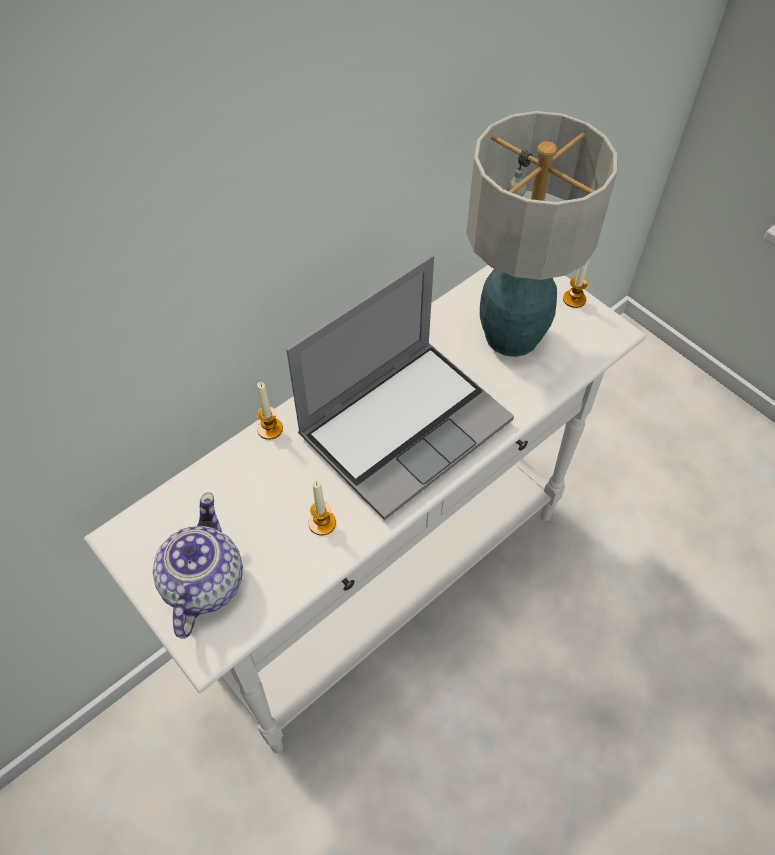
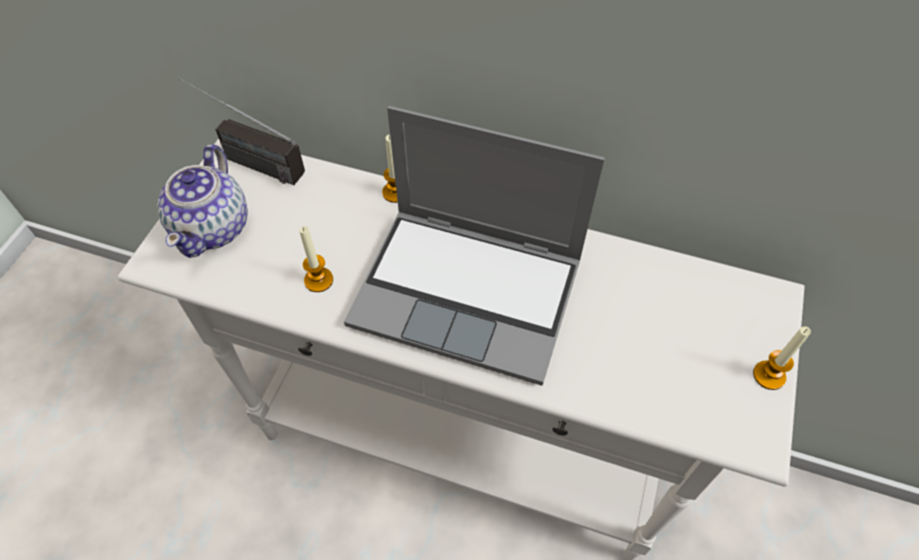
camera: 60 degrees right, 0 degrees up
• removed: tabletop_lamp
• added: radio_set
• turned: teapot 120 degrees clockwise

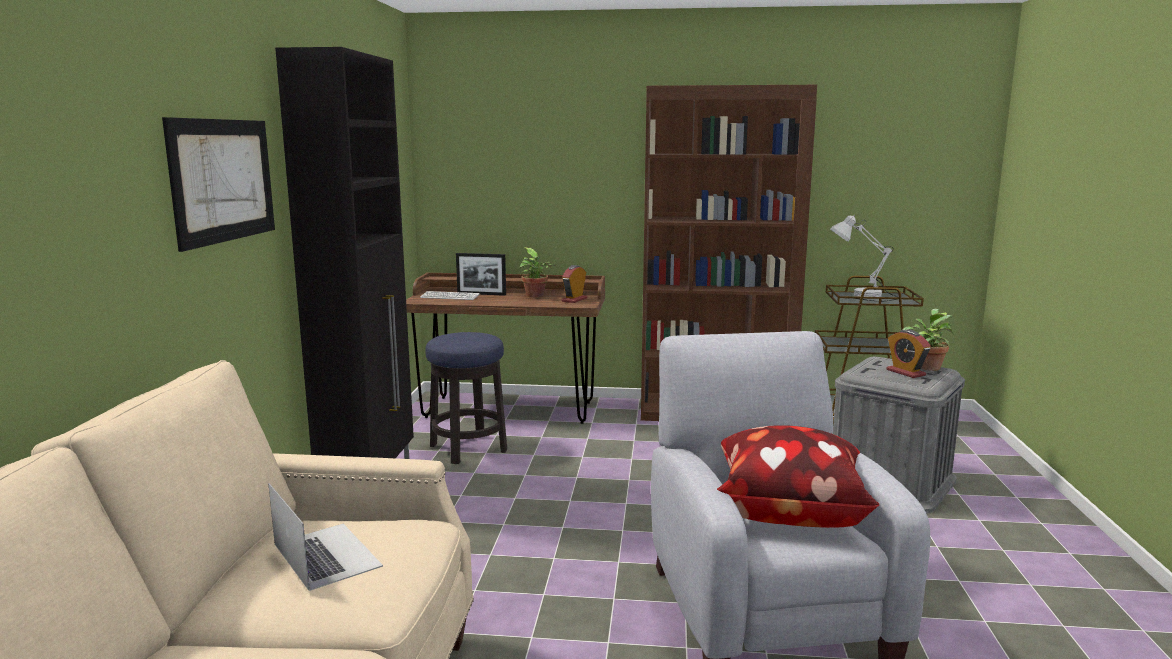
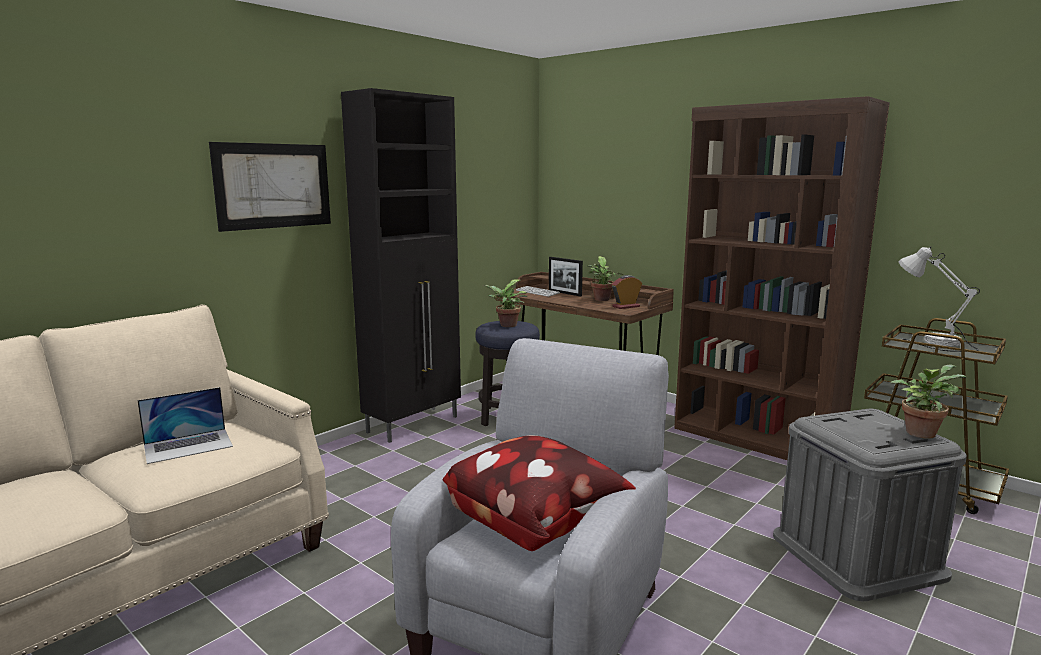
camera: 35 degrees right, 0 degrees up
• removed: table_clock (2nd from left)
• added: plant_in_a_pot (1st from left)
• turned: notebook_computer 60 degrees clockwise

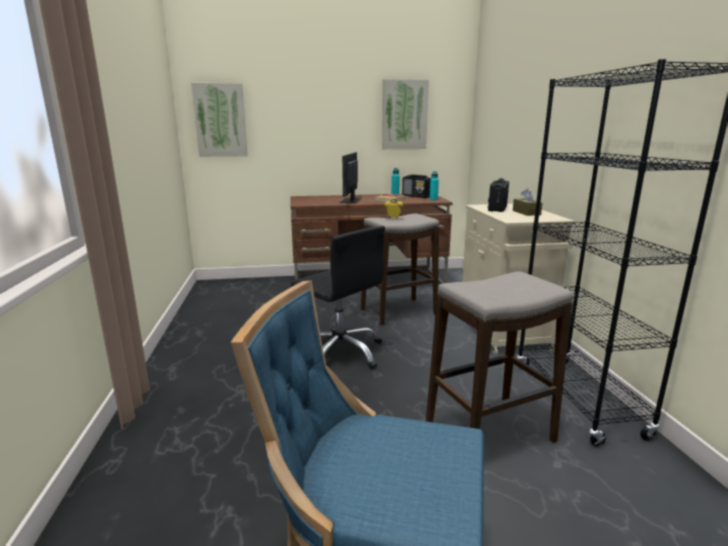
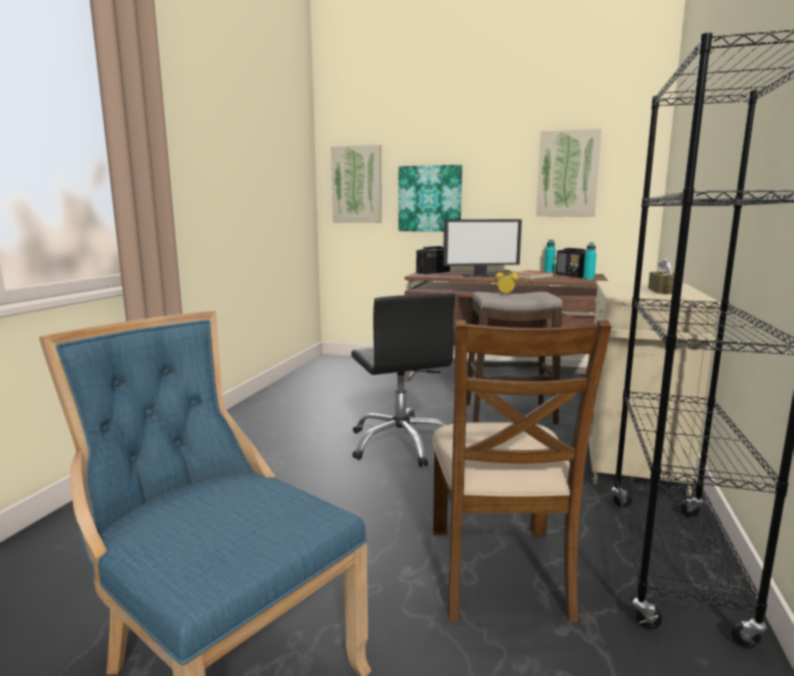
camera: 25 degrees right, 5 degrees down
• added: wall_art (2nd from left)
• moved: radio_set (2nd from left in the first image) to radio_set (1st from left)
• replaced: stool (2nd from left) to brown-coloured_plain_chair
• turned: computer_screen 135 degrees counterclockwise

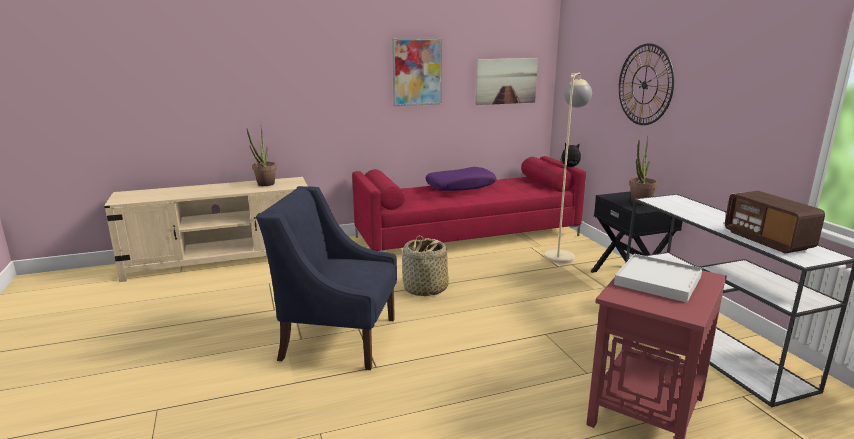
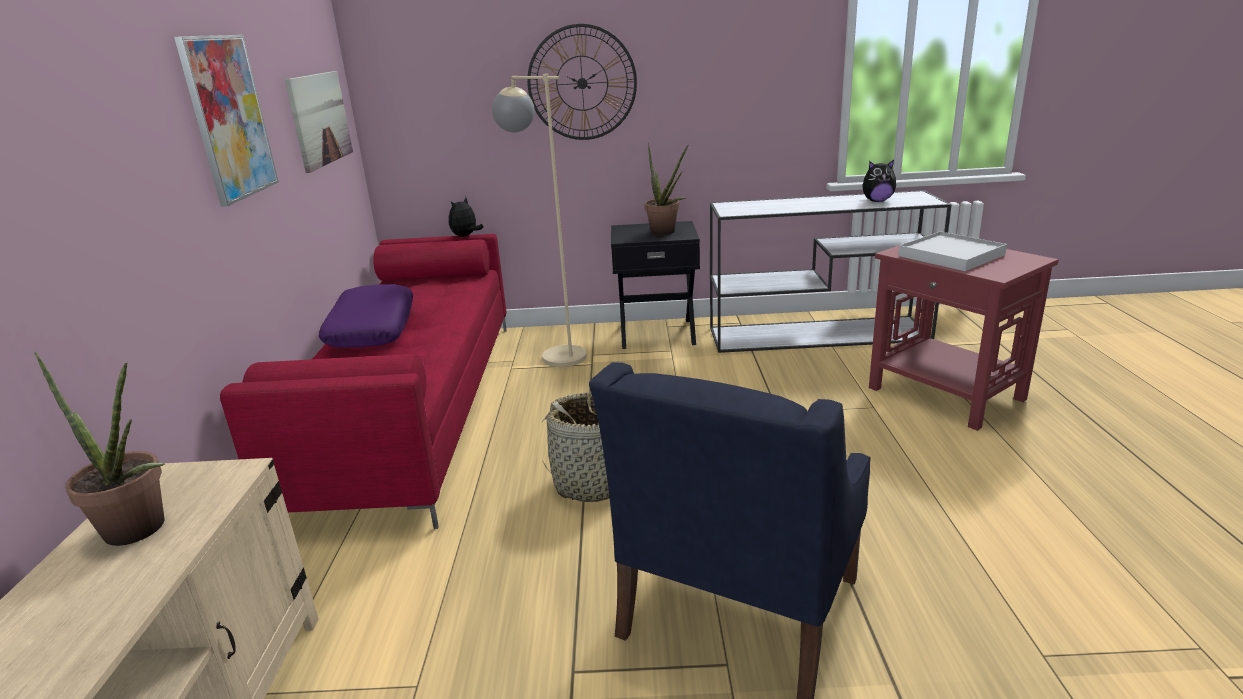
camera: 70 degrees left, 5 degrees up
• replaced: radio_set to cuddly_toy (2nd from left)

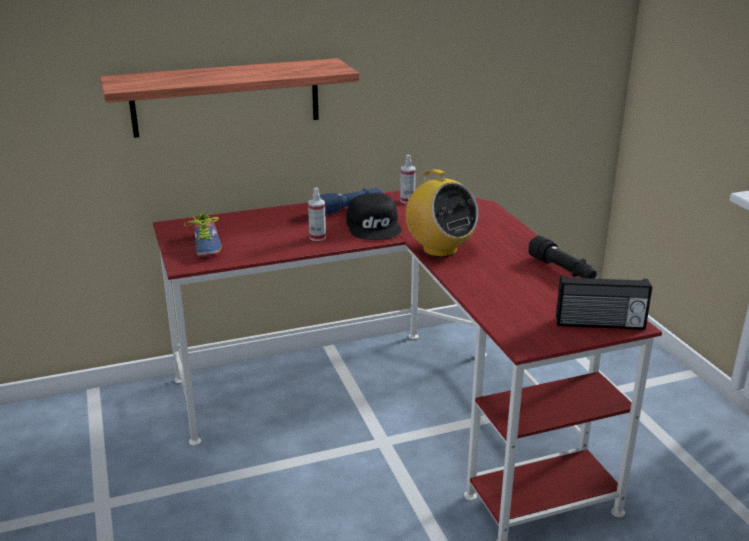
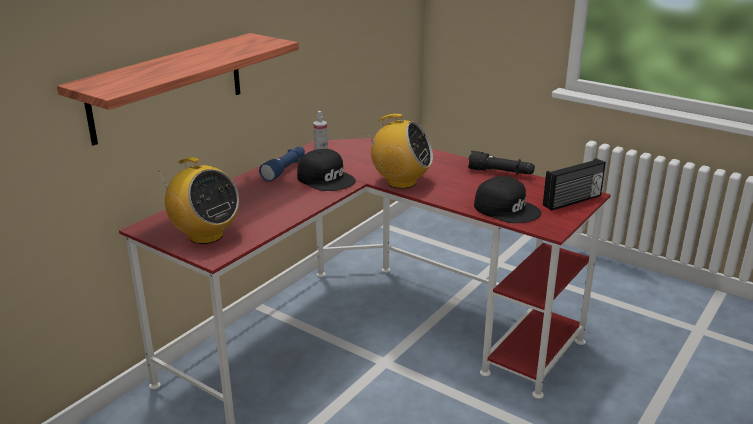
camera: 35 degrees left, 0 degrees up
• removed: hand_sprayer (1st from left)
• added: black_cap (2nd from left)
• replaced: low_shoe to radio_set (1st from left)

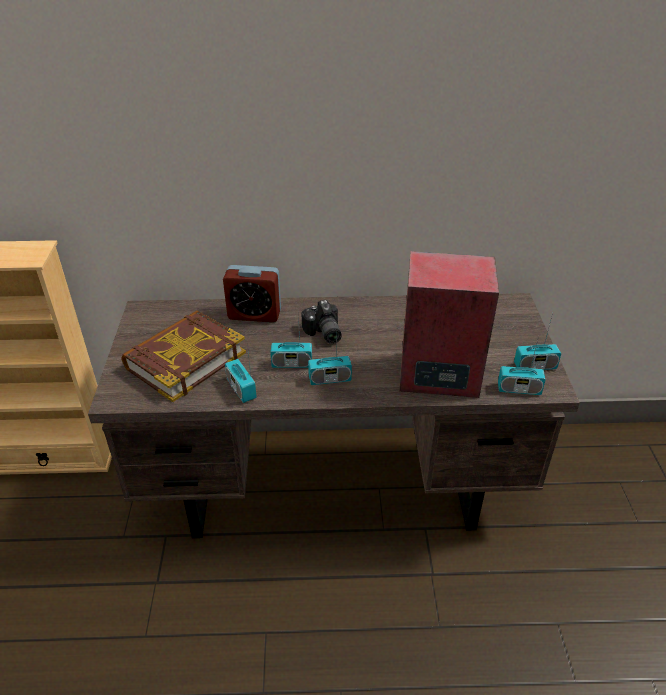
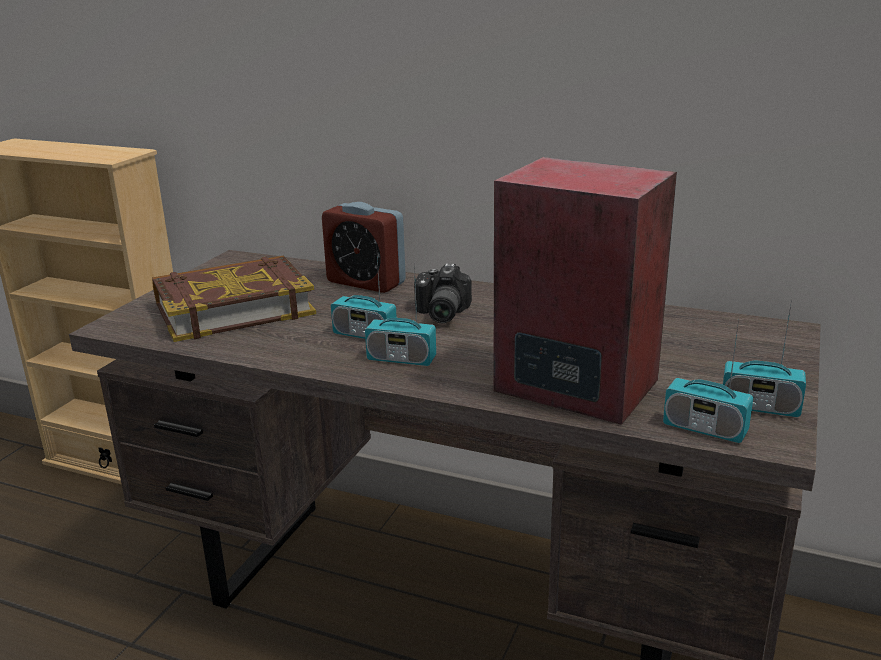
camera: 25 degrees right, 15 degrees down
• removed: radio_set (1st from left)

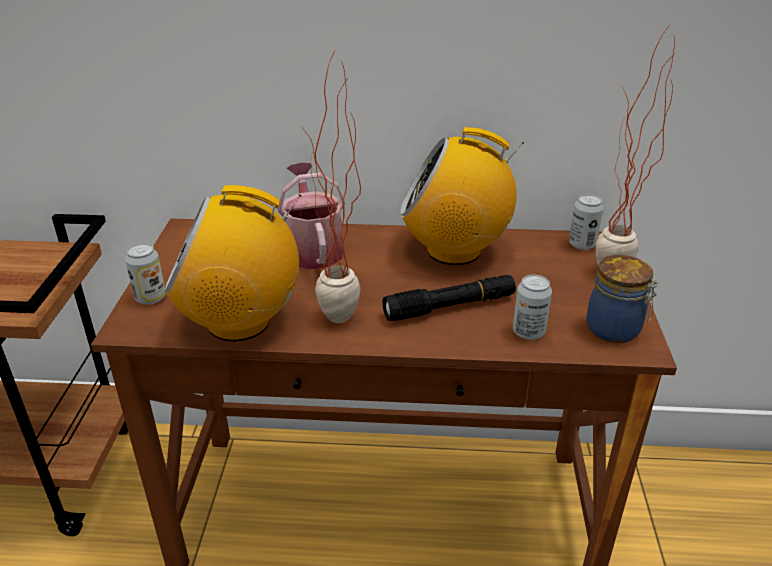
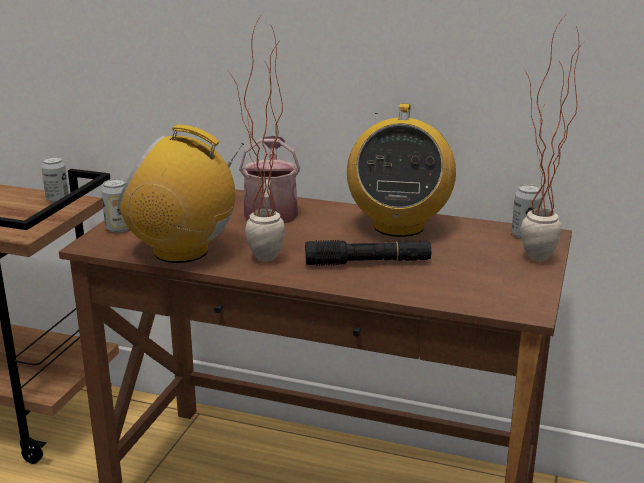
camera: 15 degrees right, 10 degrees down
• removed: storage_jar
• moved: metal_can (2nd from left in the first image) to metal_can (1st from left)
• turned: radio_set (2nd from left) 105 degrees counterclockwise

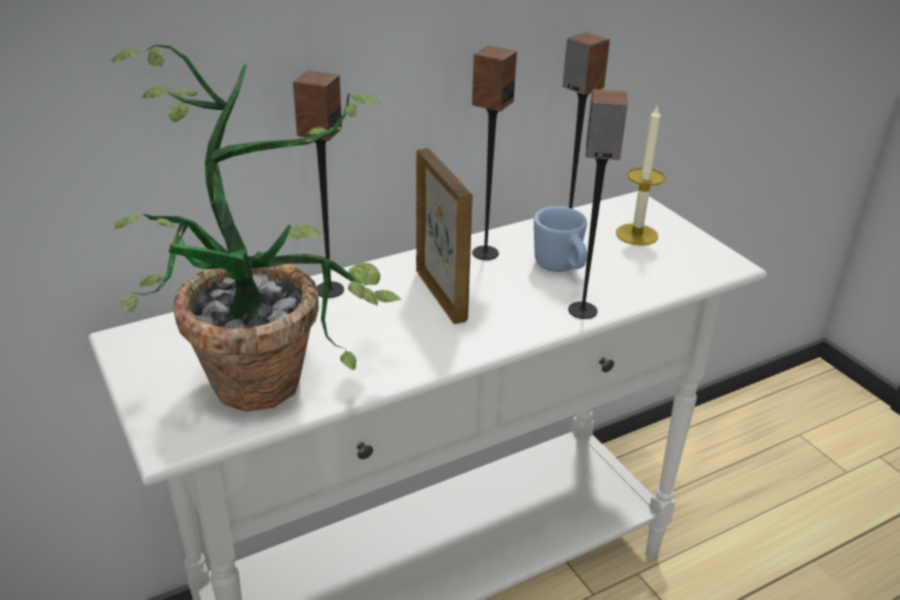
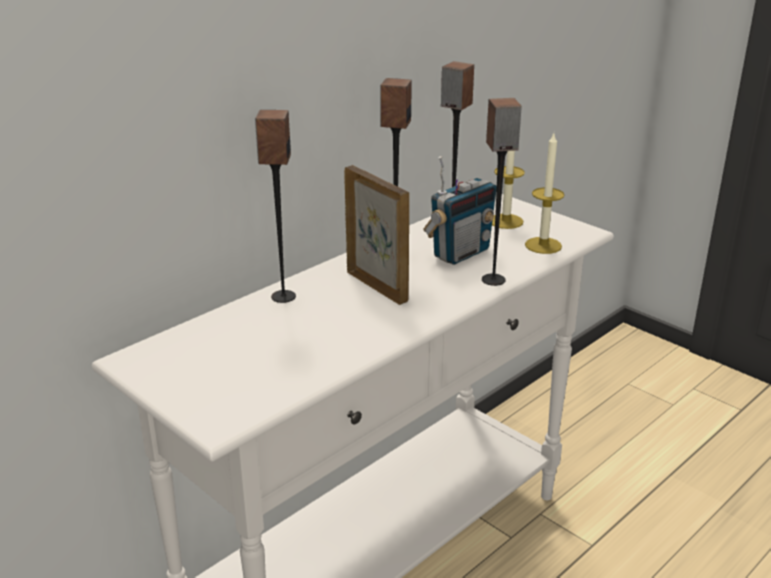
camera: 15 degrees left, 5 degrees down
• removed: plant_in_a_pot
• added: wax_light (2nd from left)
• replaced: blue_tea_mug to radio_set

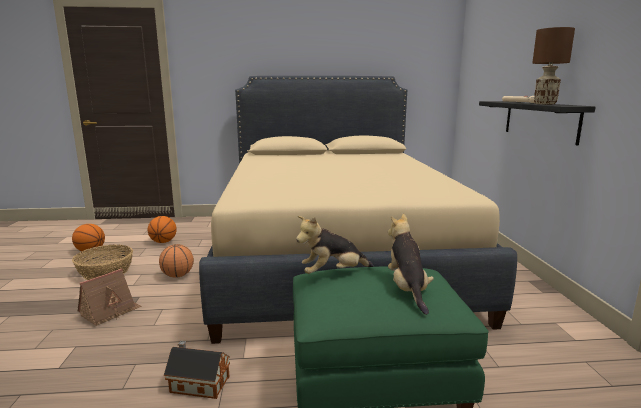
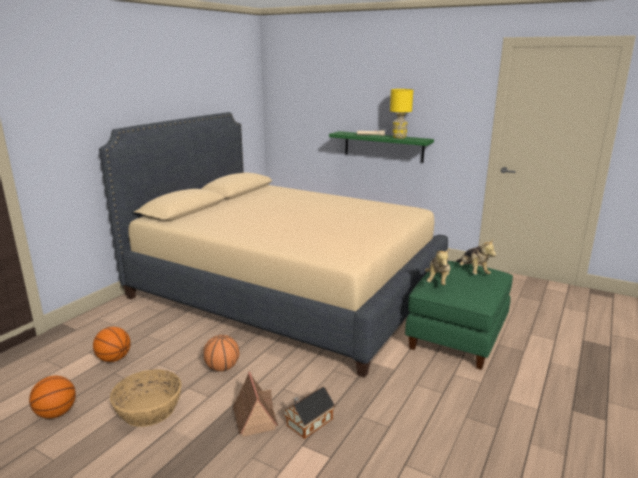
camera: 55 degrees left, 5 degrees up
• moved: toy_house (2nd from left)
• recoloured: black_wall_shelf to green-coloured_wall_shelf
• recoloured: brown-coloured_tabletop_lamp to yellow_tabletop_lamp
• turned: cuddly_toy (2nd from left) 135 degrees counterclockwise

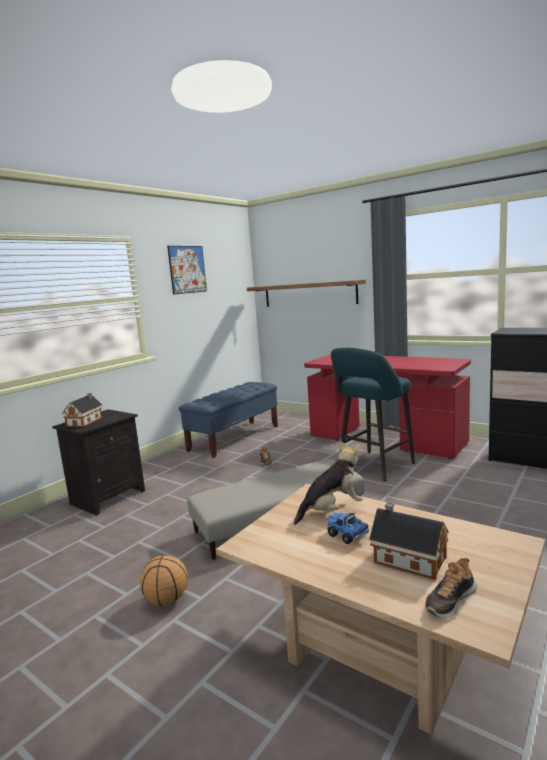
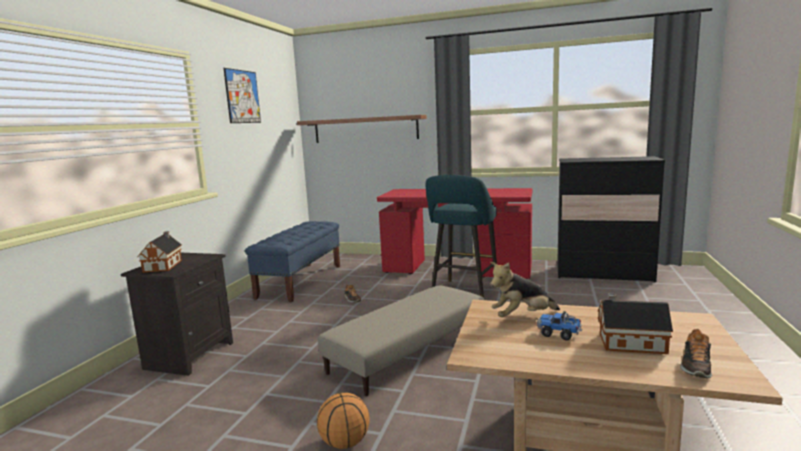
camera: 20 degrees left, 0 degrees up
• turned: cuddly_toy 150 degrees counterclockwise

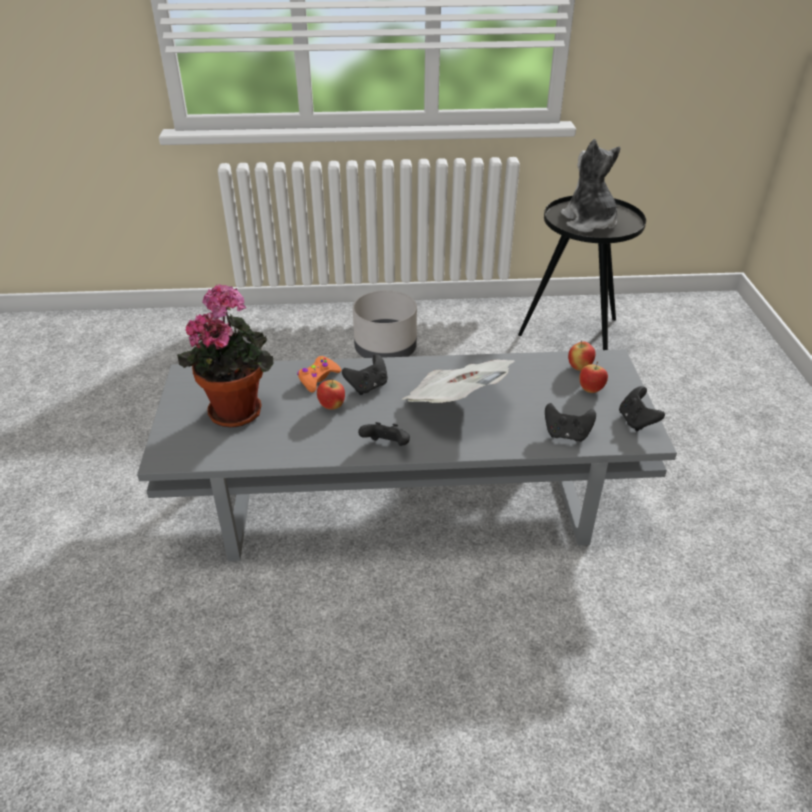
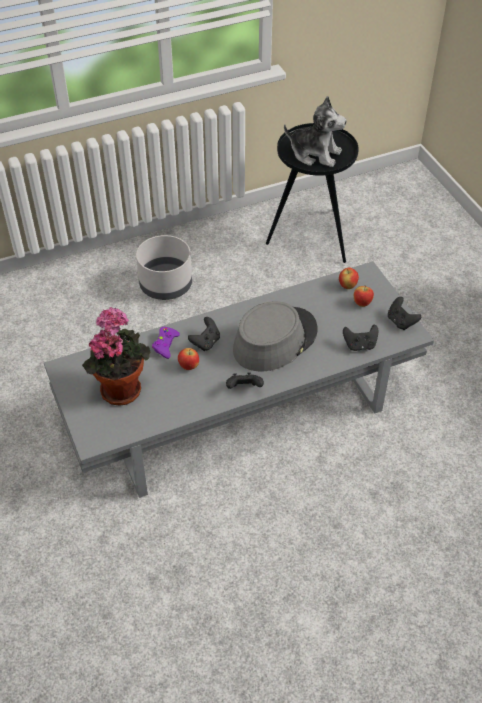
camera: 20 degrees left, 10 degrees up
• replaced: printed_paper to gray_wearable_hat
• recoloured: orangey_game_controller to purple_game_controller
• turned: cuddly_toy 150 degrees clockwise

